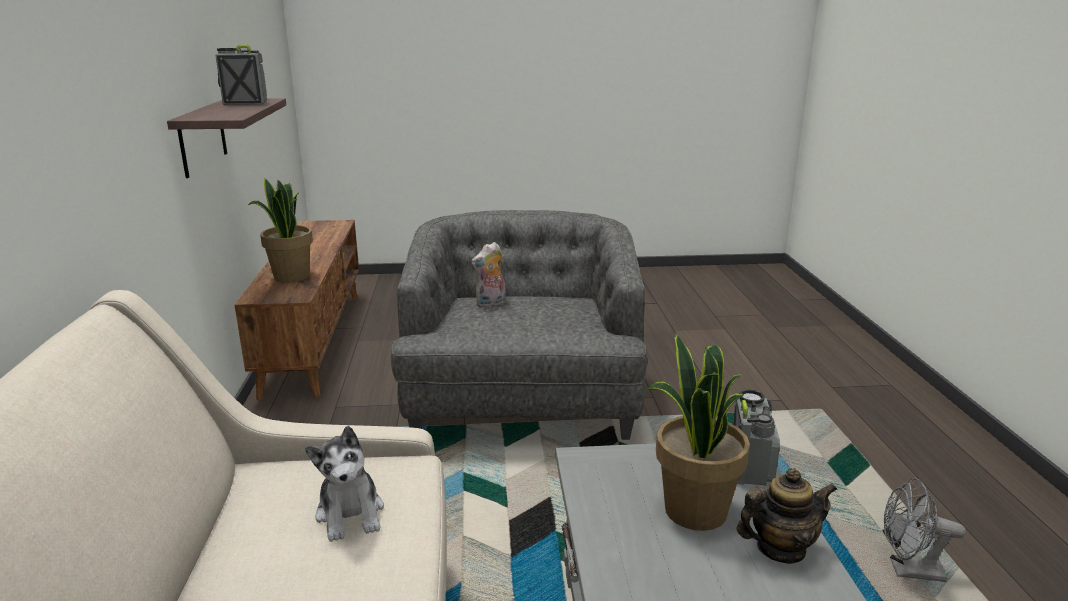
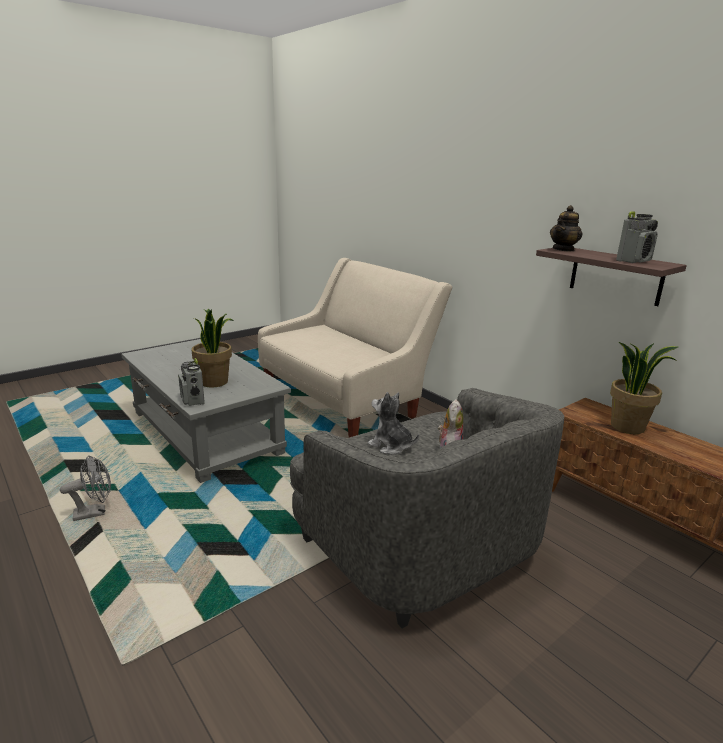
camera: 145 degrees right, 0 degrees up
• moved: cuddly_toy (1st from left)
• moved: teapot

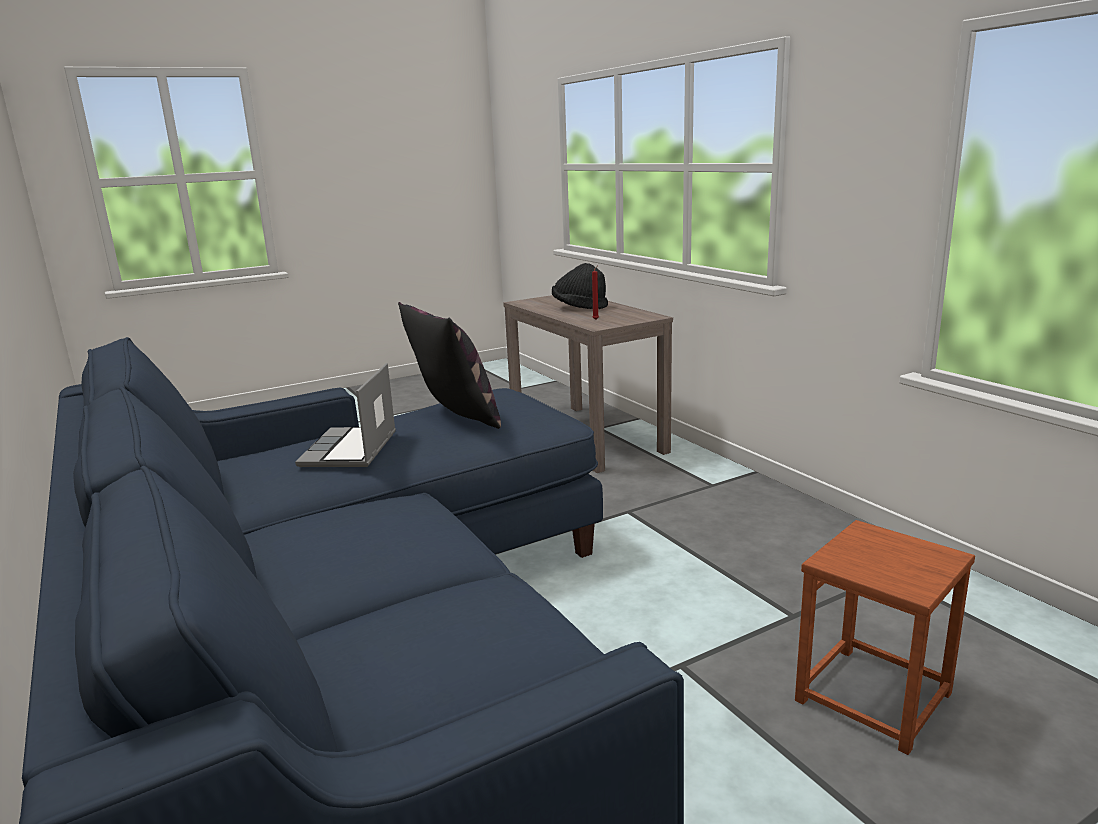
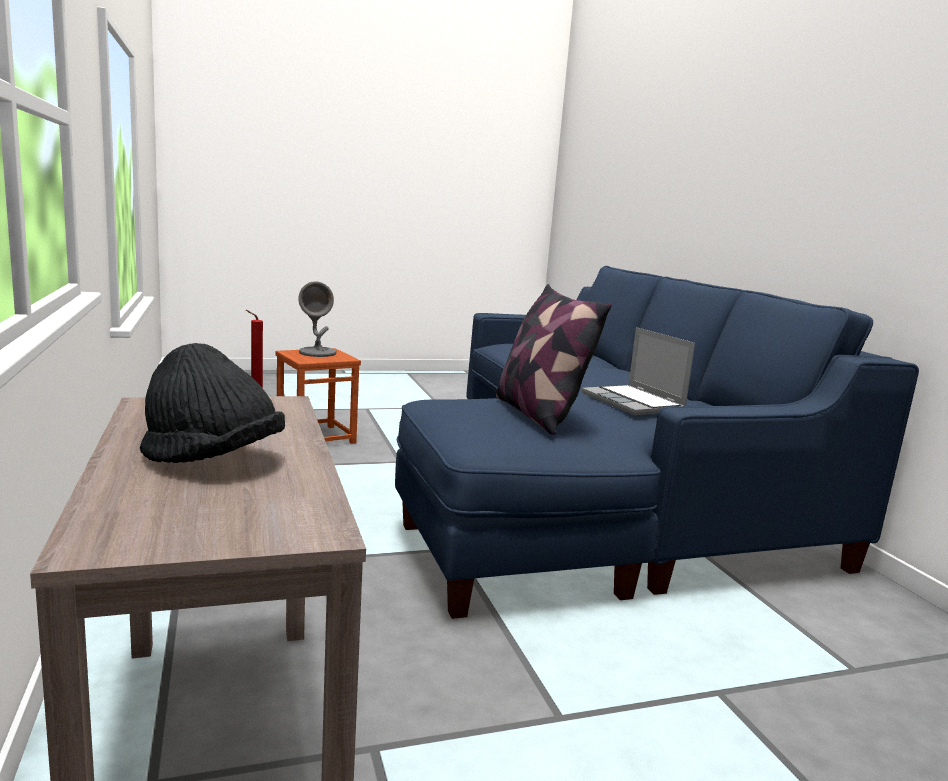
camera: 170 degrees left, 5 degrees down
• added: gray_tabletop_lamp
• turned: notebook_computer 135 degrees clockwise

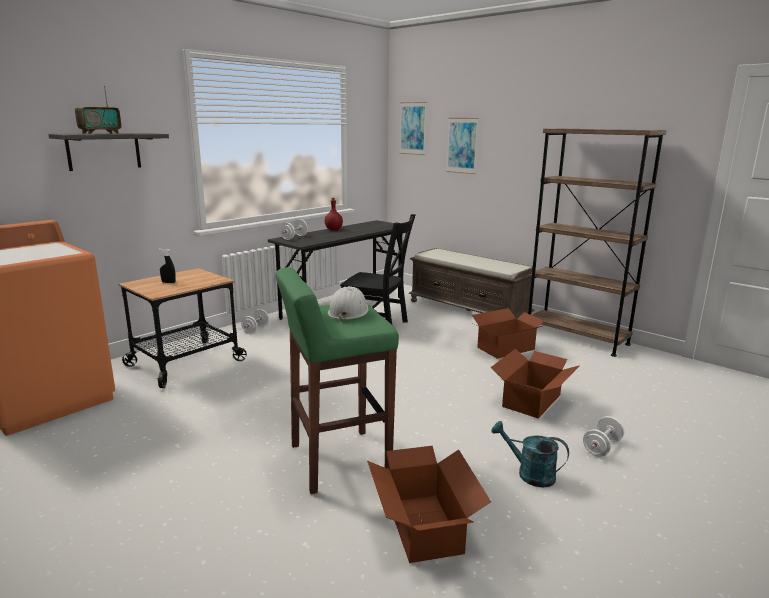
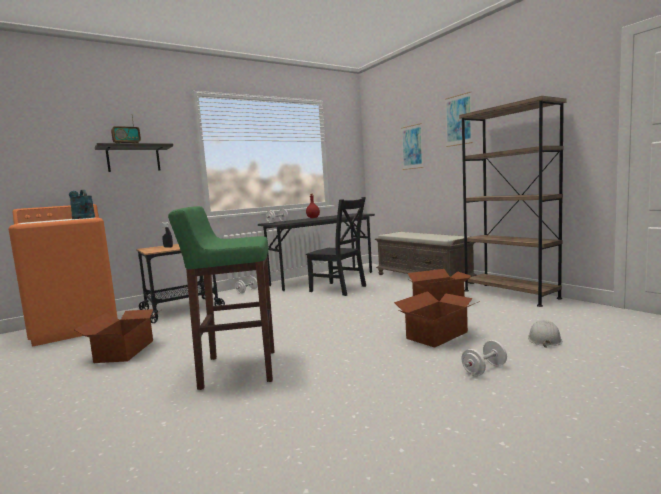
camera: 15 degrees right, 10 degrees down
• moved: white-coloured_hard_hat
• moved: carton (1st from left)
• moved: wall_art (1st from left in the first image) to wall_art (2nd from left)
• moved: blue-green_watering_can

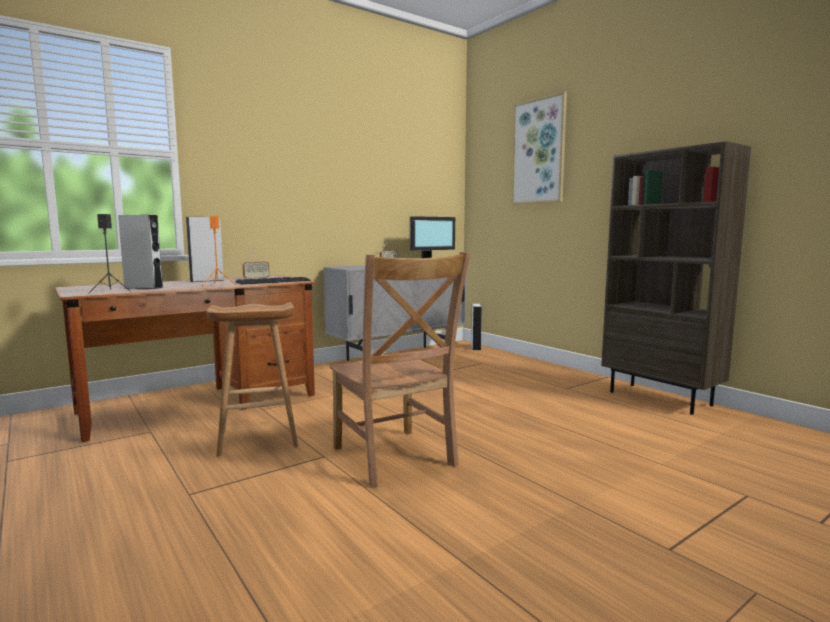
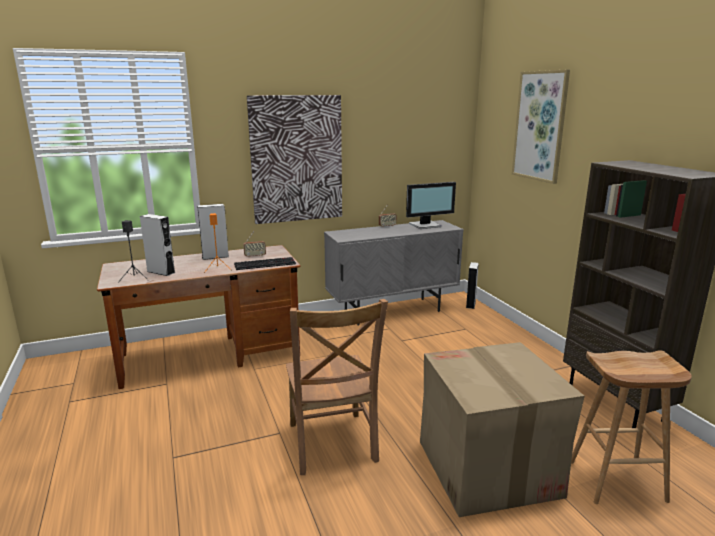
camera: 15 degrees right, 10 degrees up
• added: wall_art (1st from left)
• added: carton
• moved: brown-coloured_stool

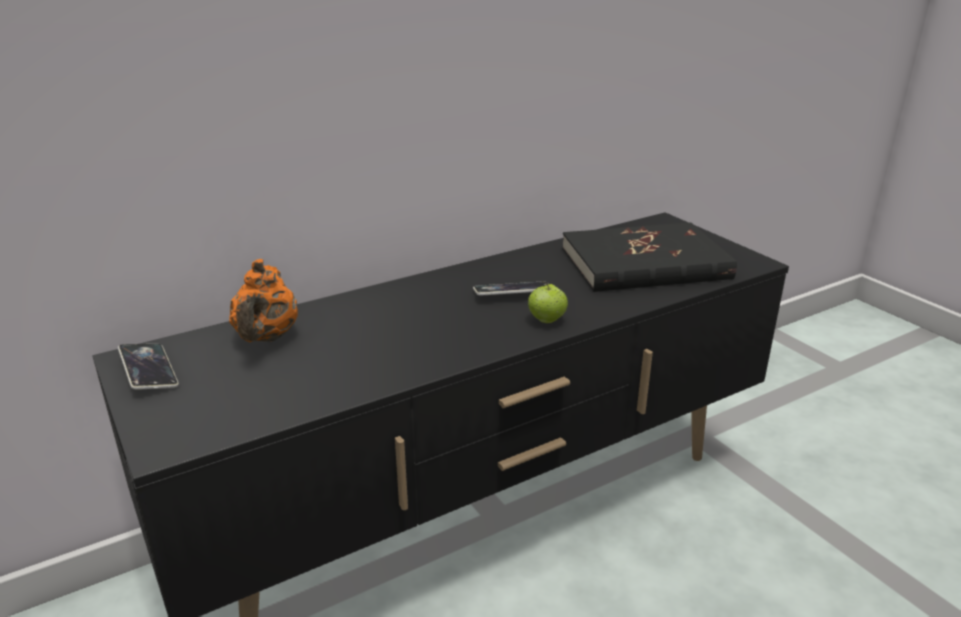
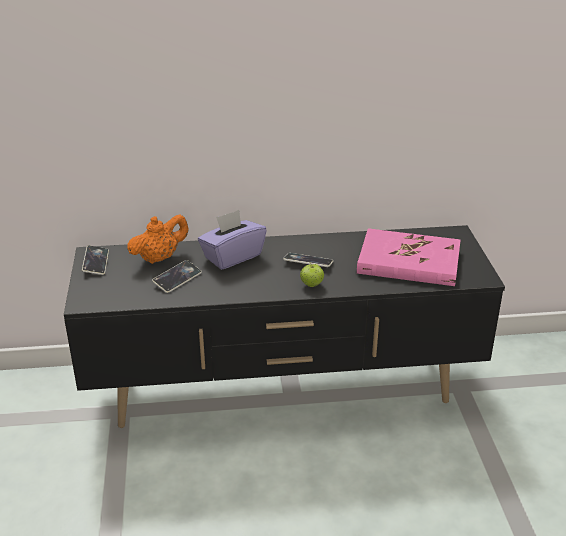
camera: 25 degrees right, 5 degrees up
• added: handset (2nd from left)
• added: purple_tissue_holder
• recoloured: black_bound_book to pinkish_bound_book
• turned: orangey_teapot 150 degrees counterclockwise

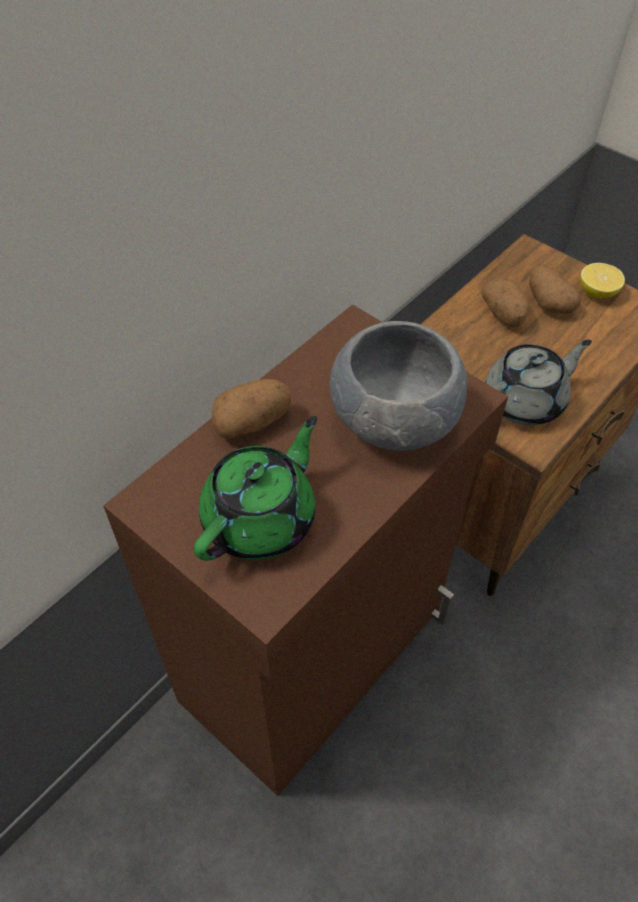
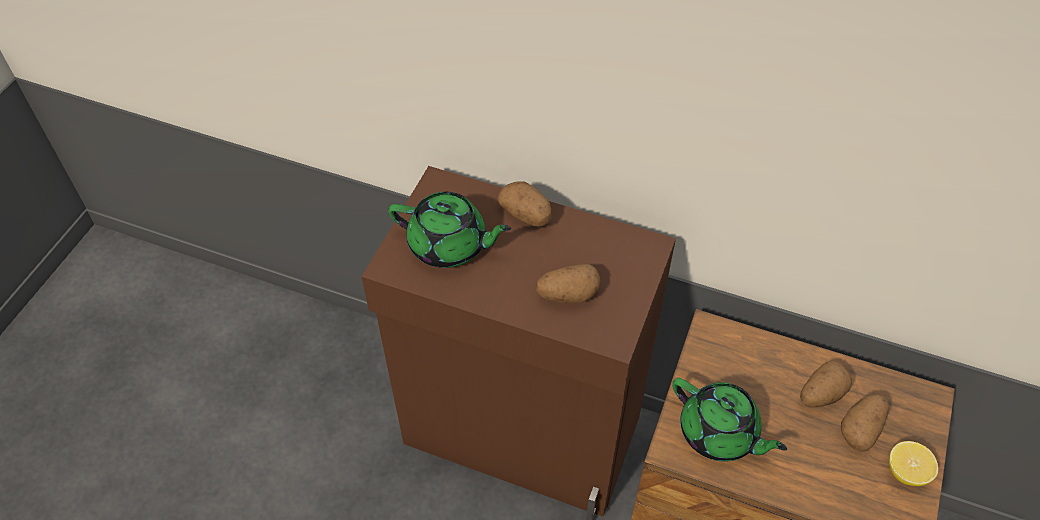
camera: 70 degrees right, 0 degrees up
• replaced: gray_bowl to potato (2nd from left)
• recoloured: gray_teapot to green-coloured_teapot (2nd from left)

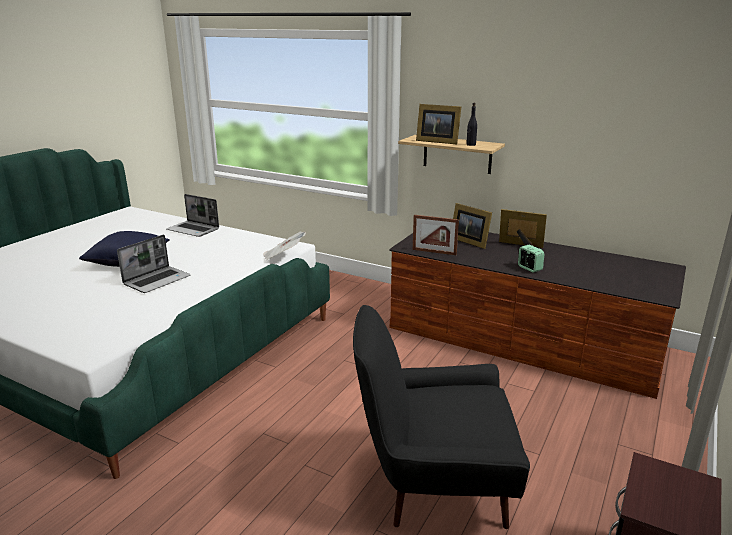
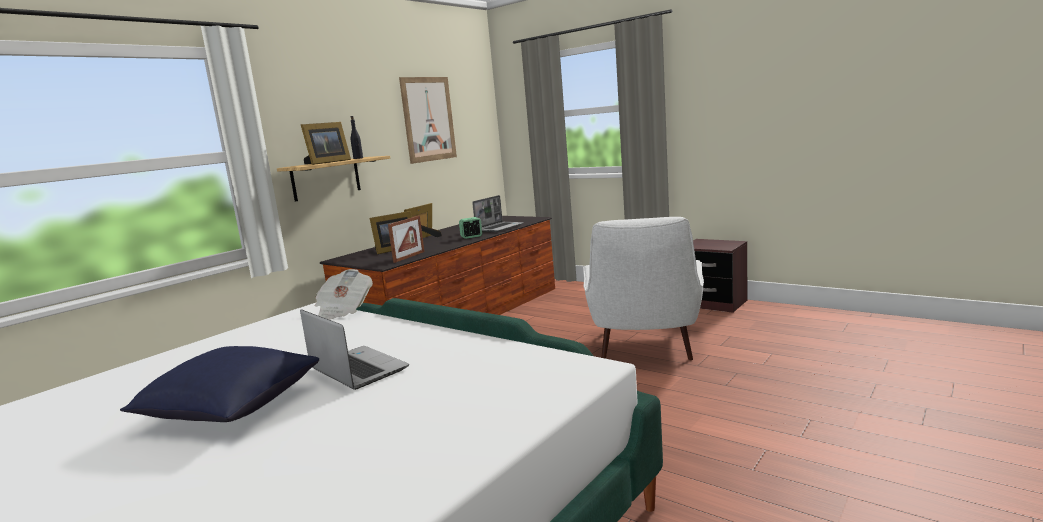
camera: 80 degrees left, 10 degrees down
• added: wall_art
• moved: notebook_computer (2nd from left)
• recoloured: black_armchair to white-coloured_armchair

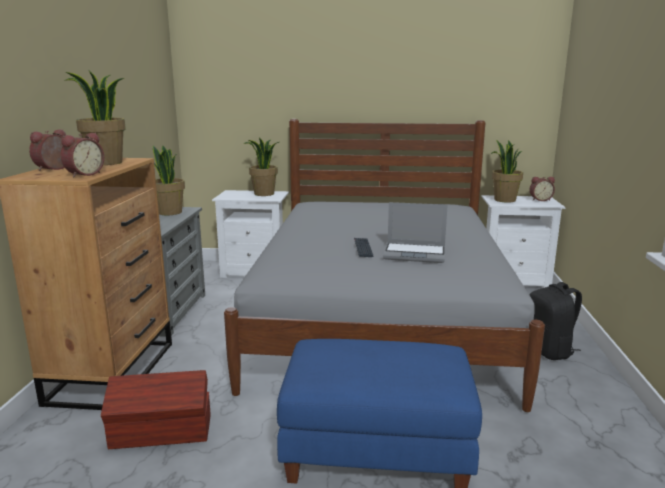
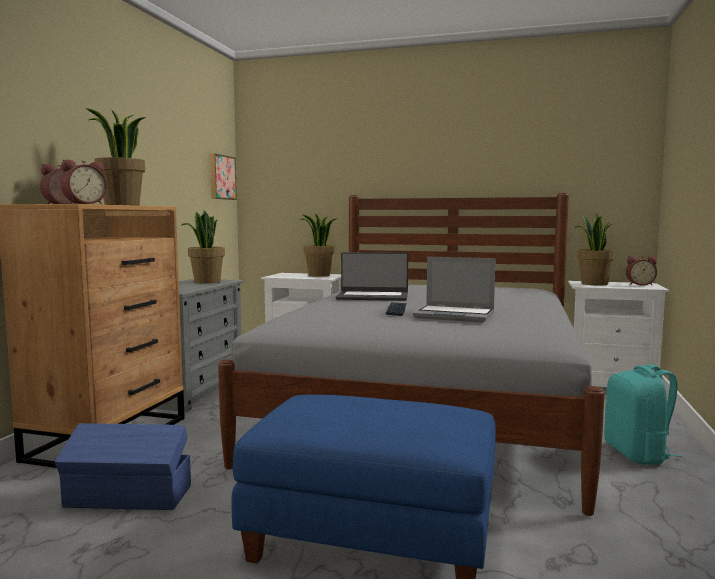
camera: 10 degrees right, 10 degrees down
• added: wall_art
• added: notebook_computer (1st from left)
• recoloured: brown-coloured_storage_box to blue_storage_box
• recoloured: black_backpack to blue-green_backpack

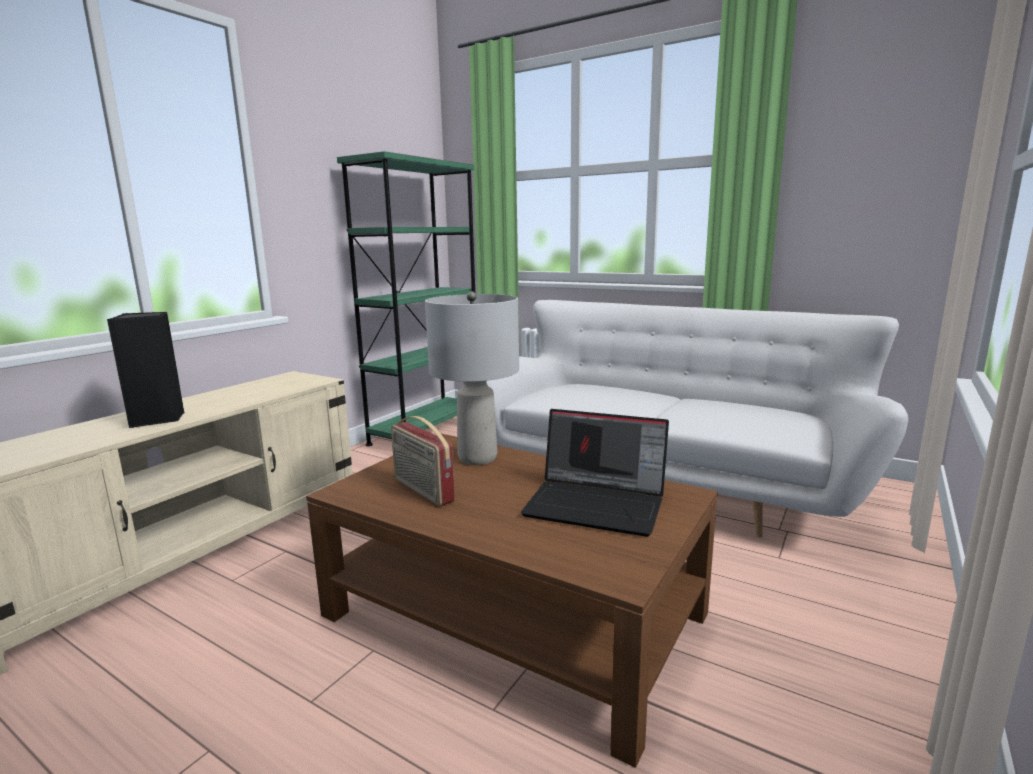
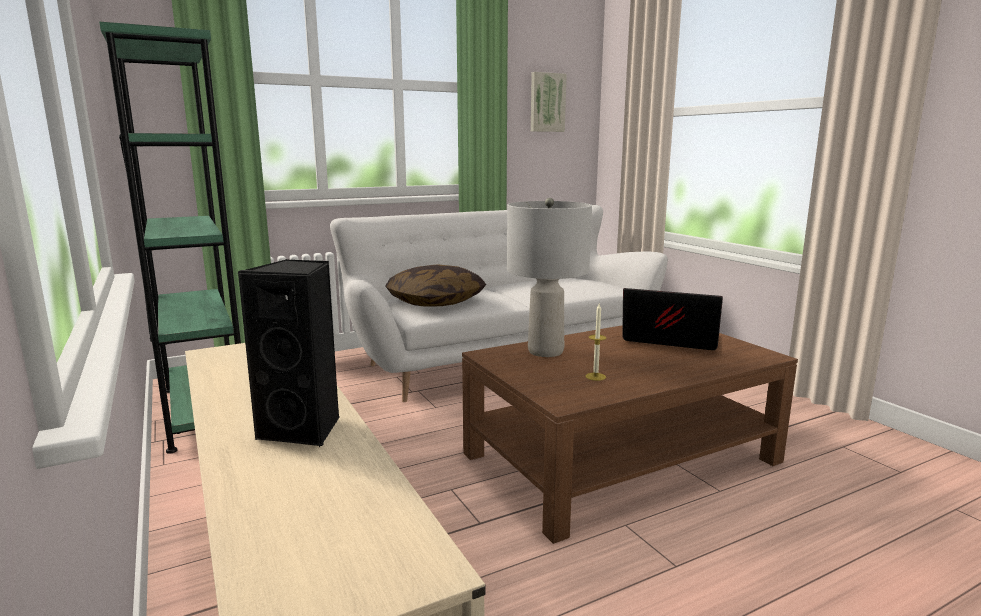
camera: 60 degrees left, 0 degrees up
• added: throw_pillow
• added: wall_art
• replaced: radio_set to wax_light
• turned: notebook_computer 120 degrees counterclockwise

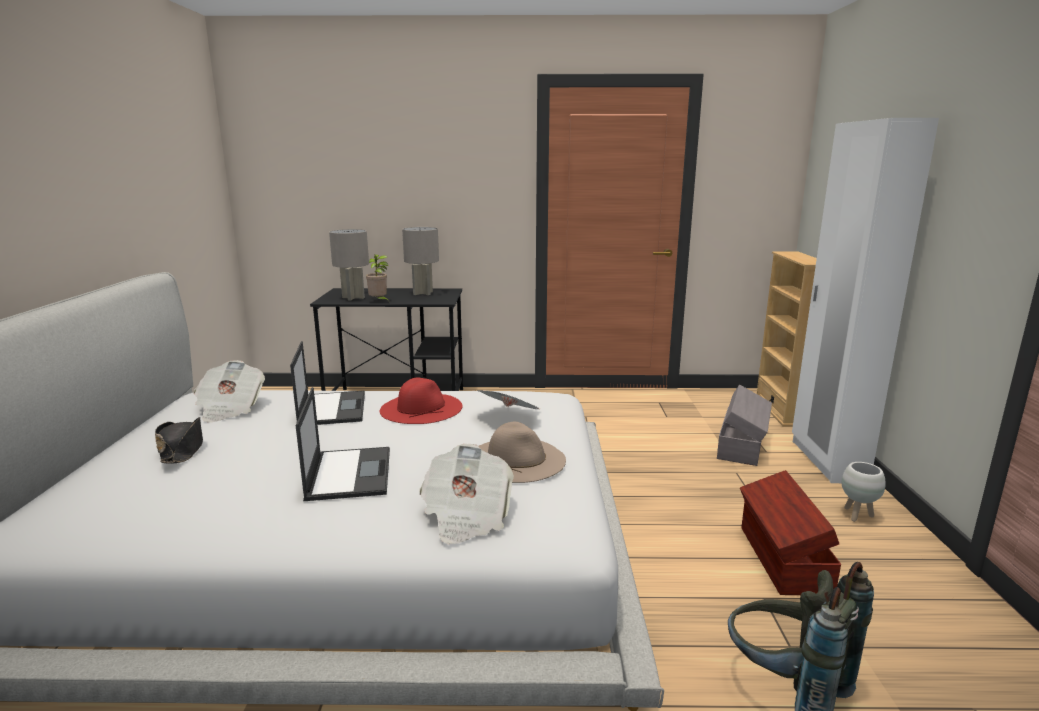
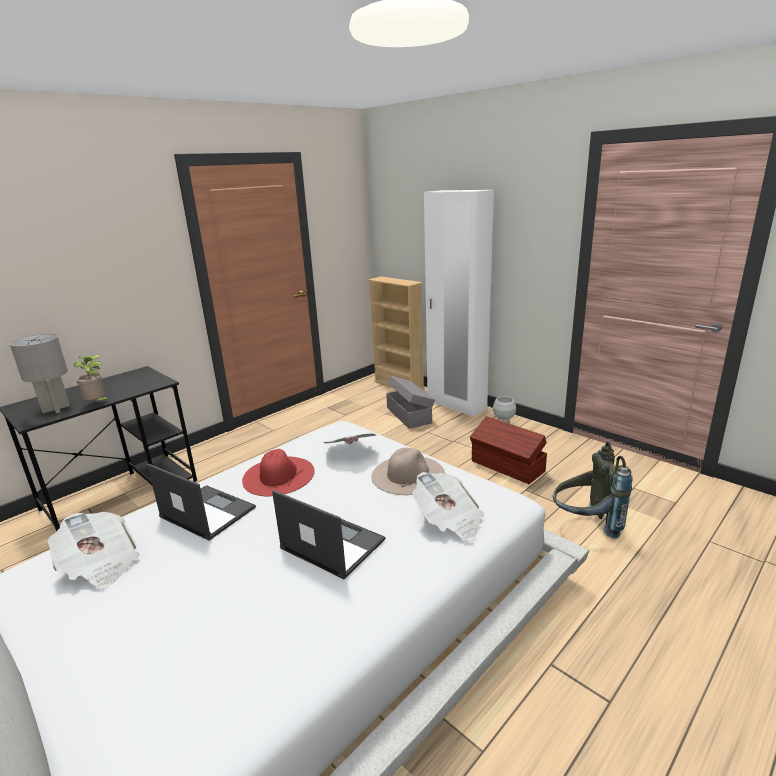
camera: 45 degrees left, 5 degrees up
• removed: black_wearable_hat
• removed: gray_tabletop_lamp (2nd from left)

